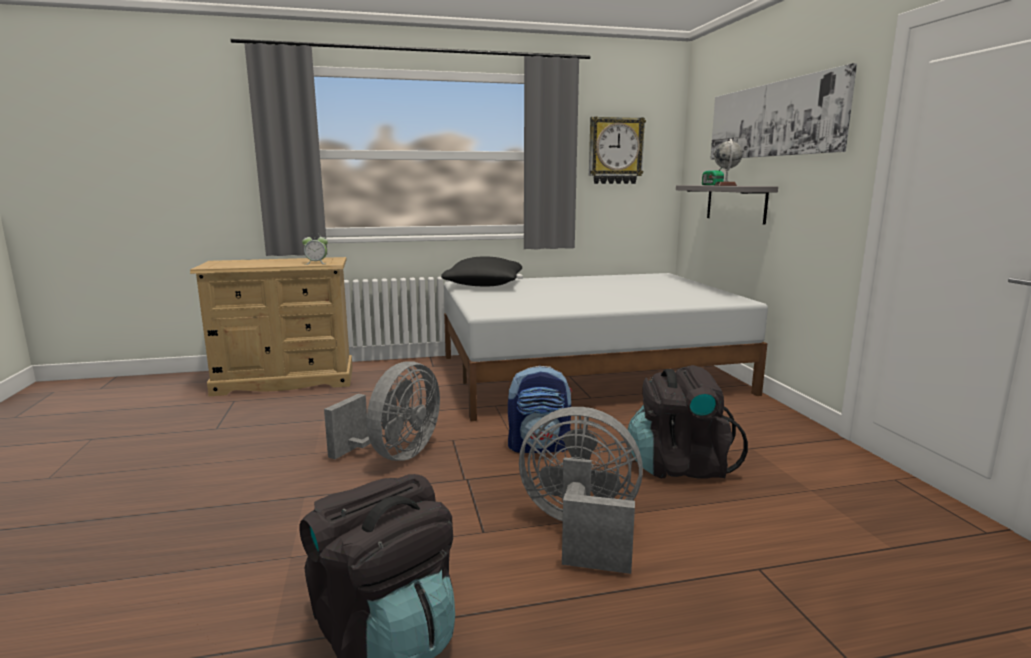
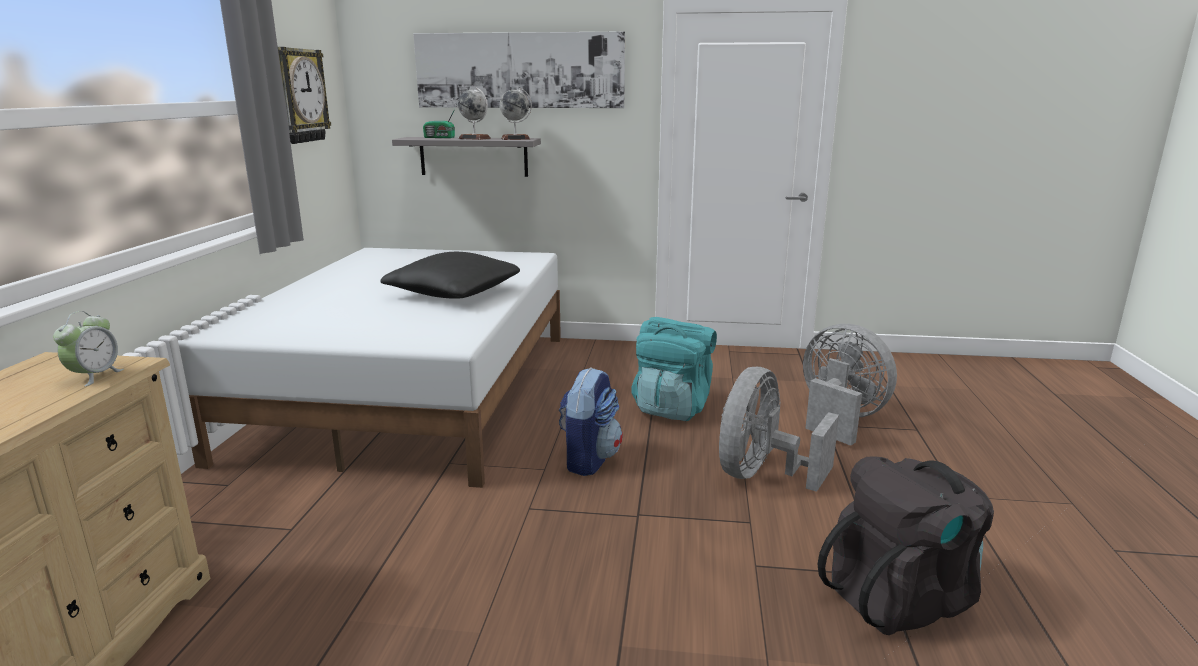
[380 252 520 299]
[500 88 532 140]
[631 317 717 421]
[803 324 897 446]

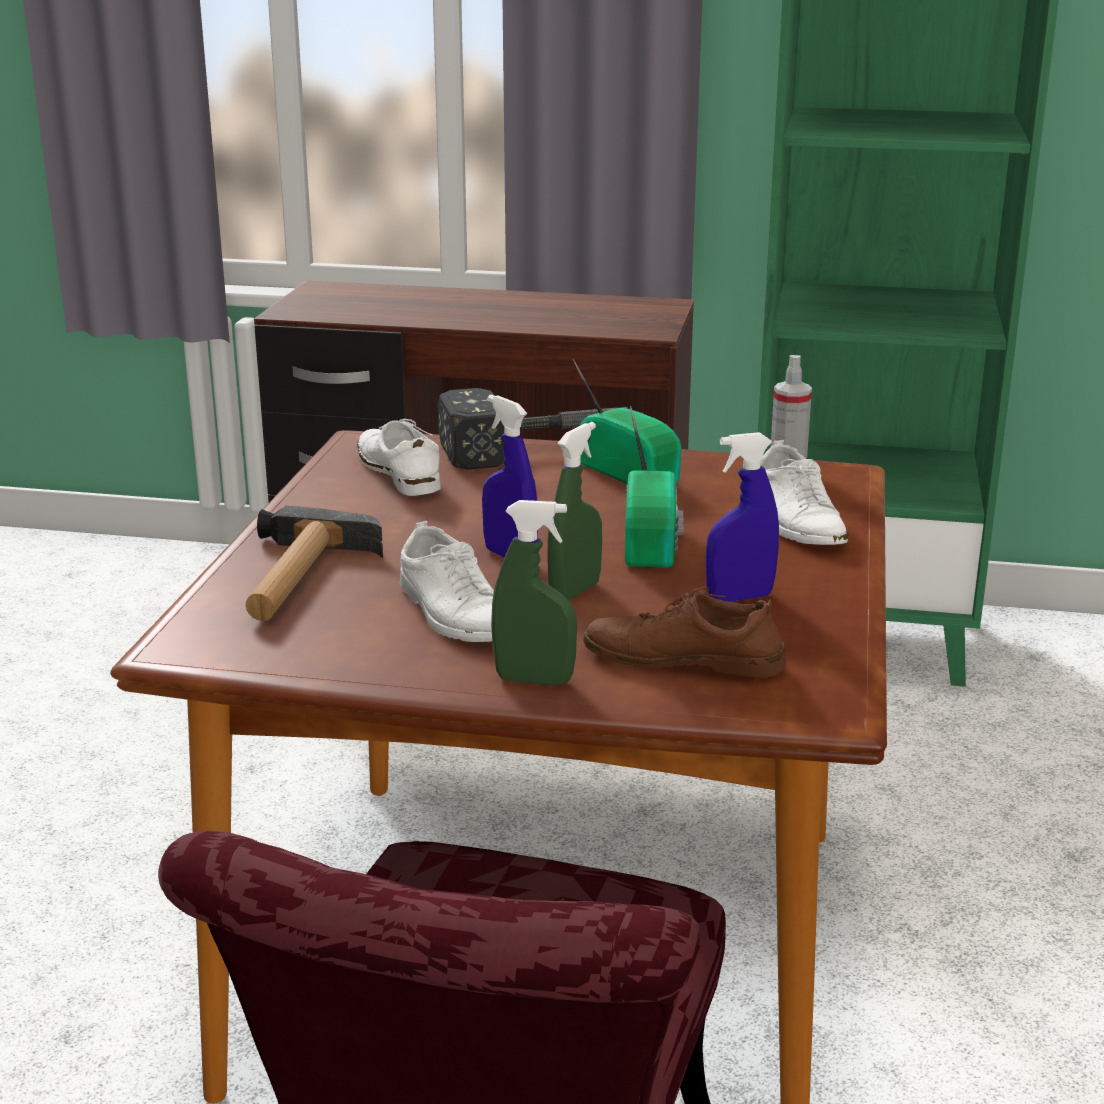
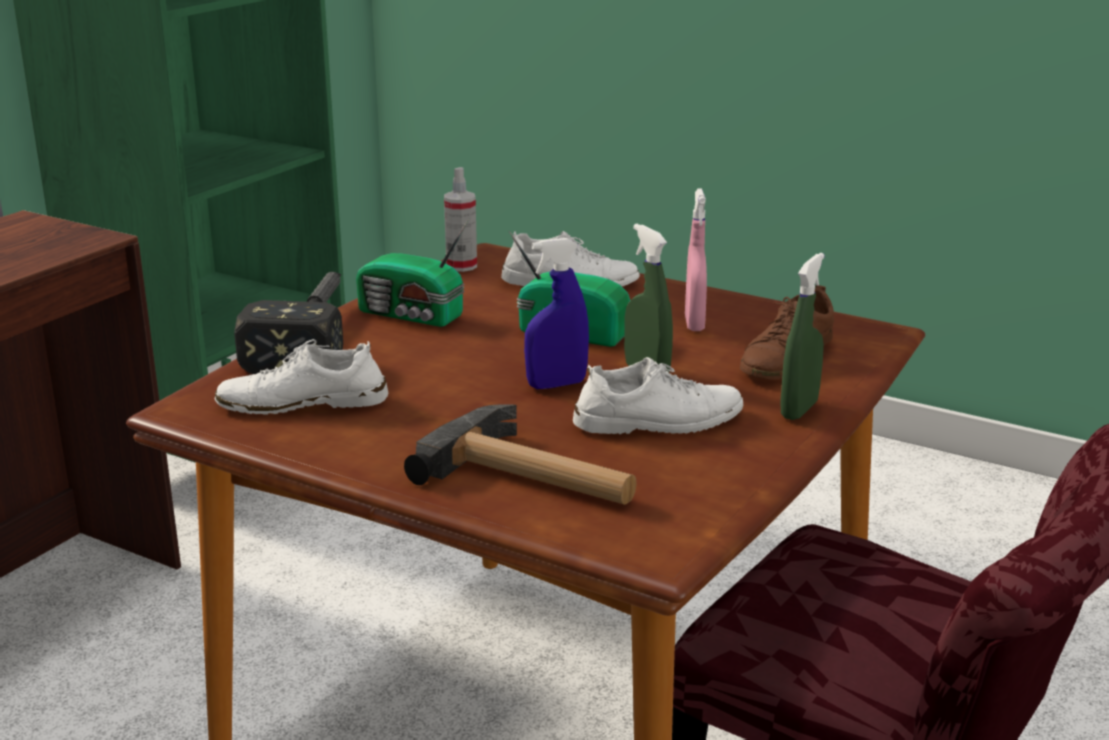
[356 219 469 327]
[685 188 707 331]

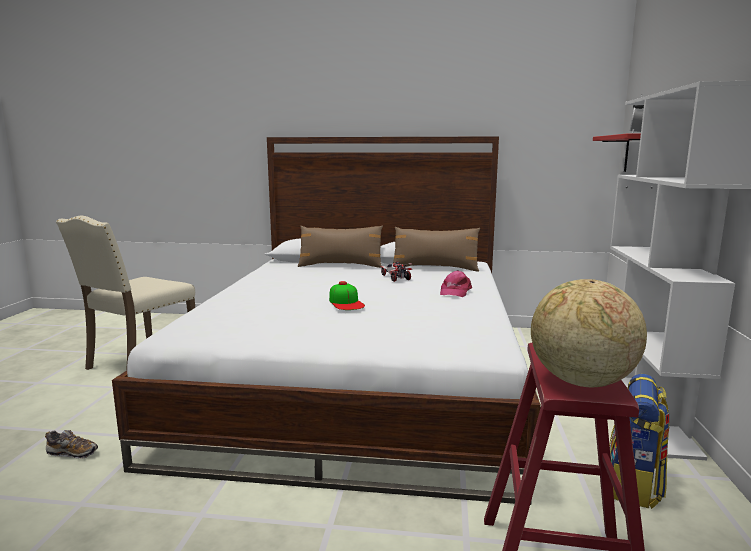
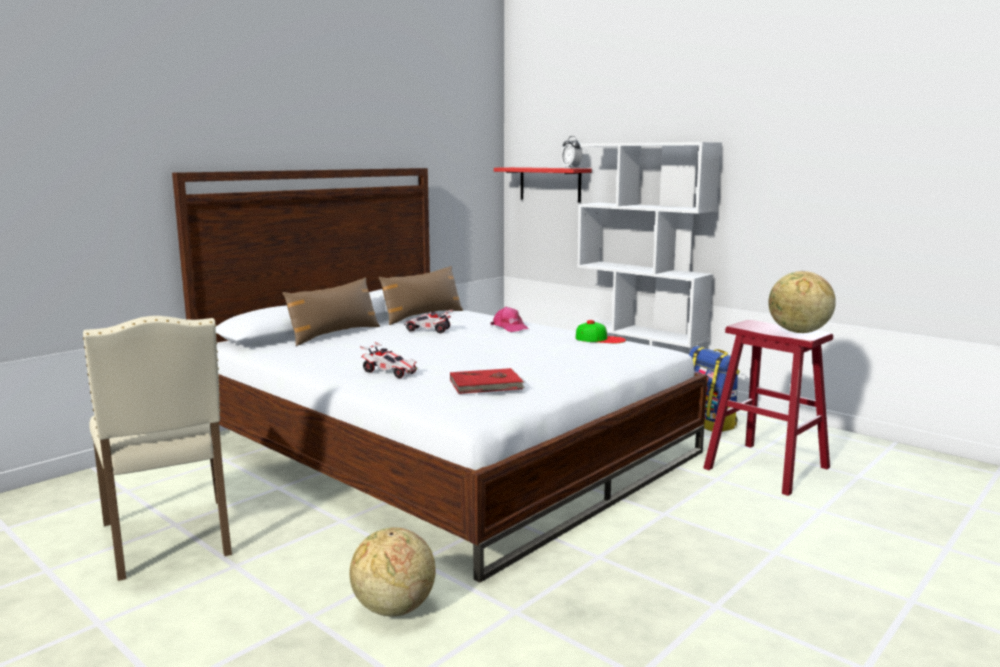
[350 527 436 616]
[360 342 417 378]
[450 368 525 394]
[576 320 626 343]

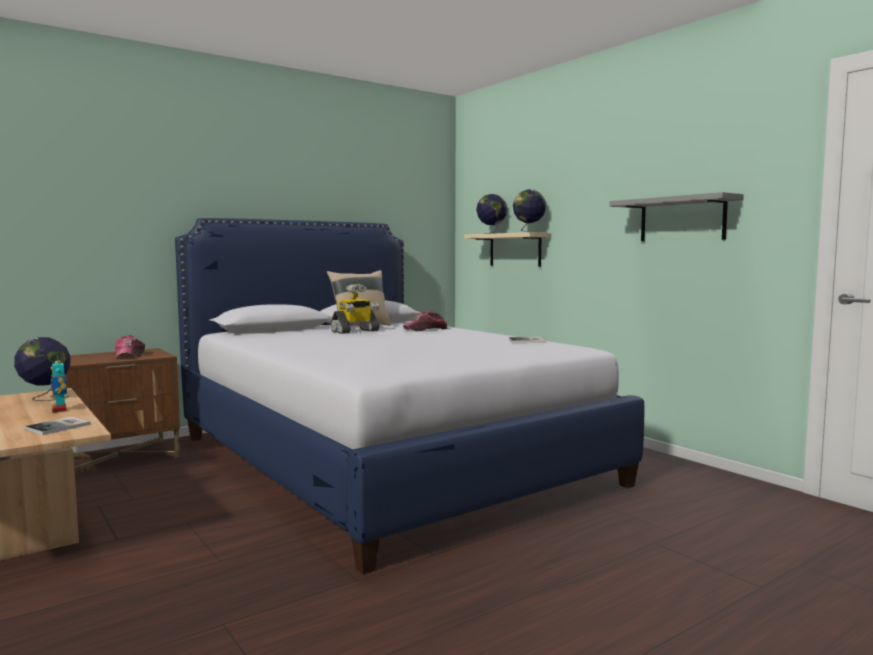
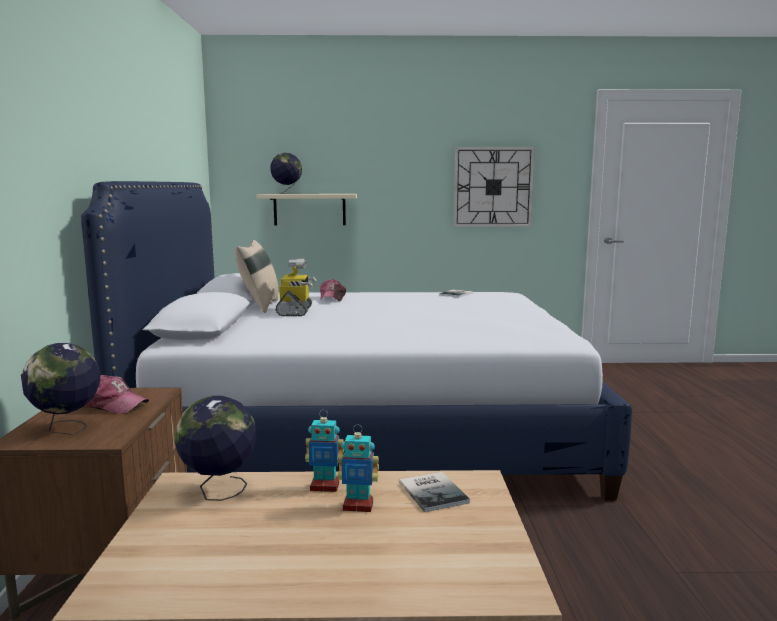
[21 343 100 435]
[338 427 379 512]
[454 147 535 227]

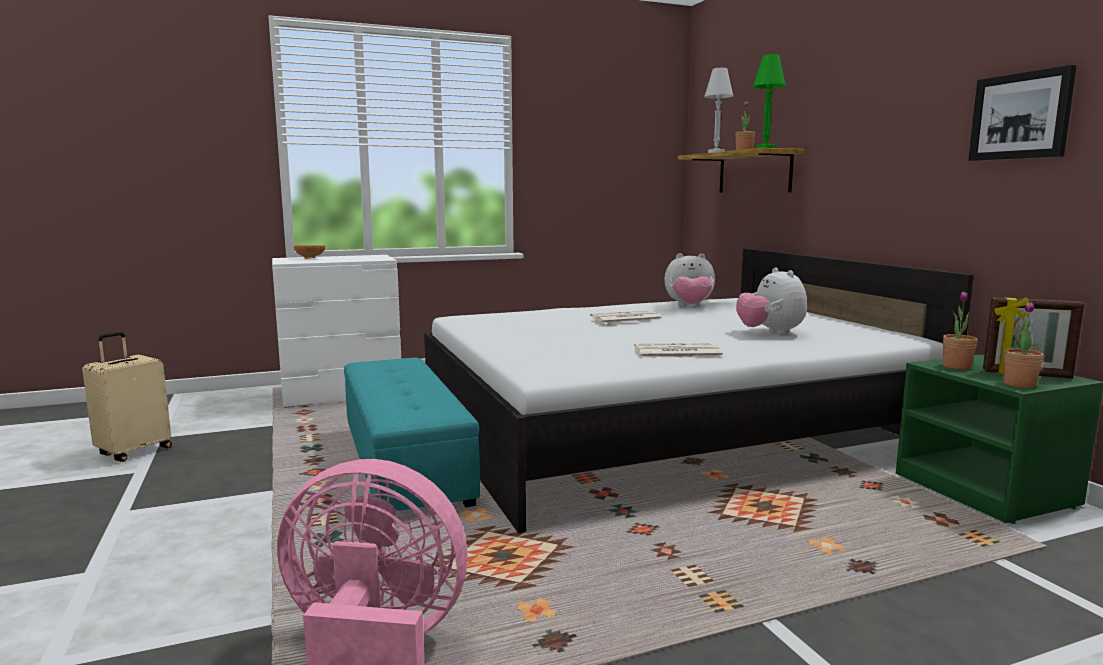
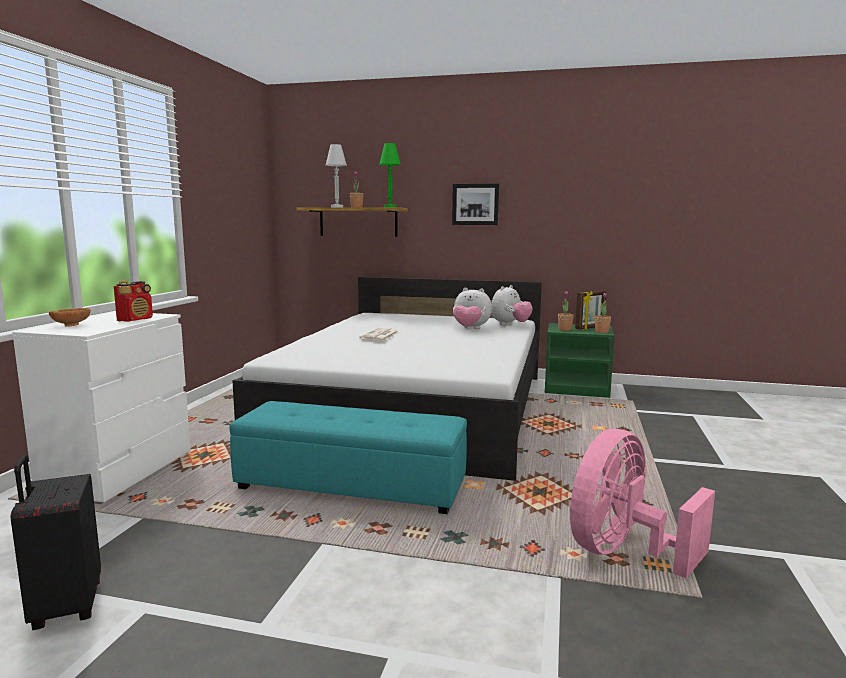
[11 455 101 630]
[114 280 153 322]
[452 184 499 225]
[491 285 533 325]
[634 343 723 358] (first image)

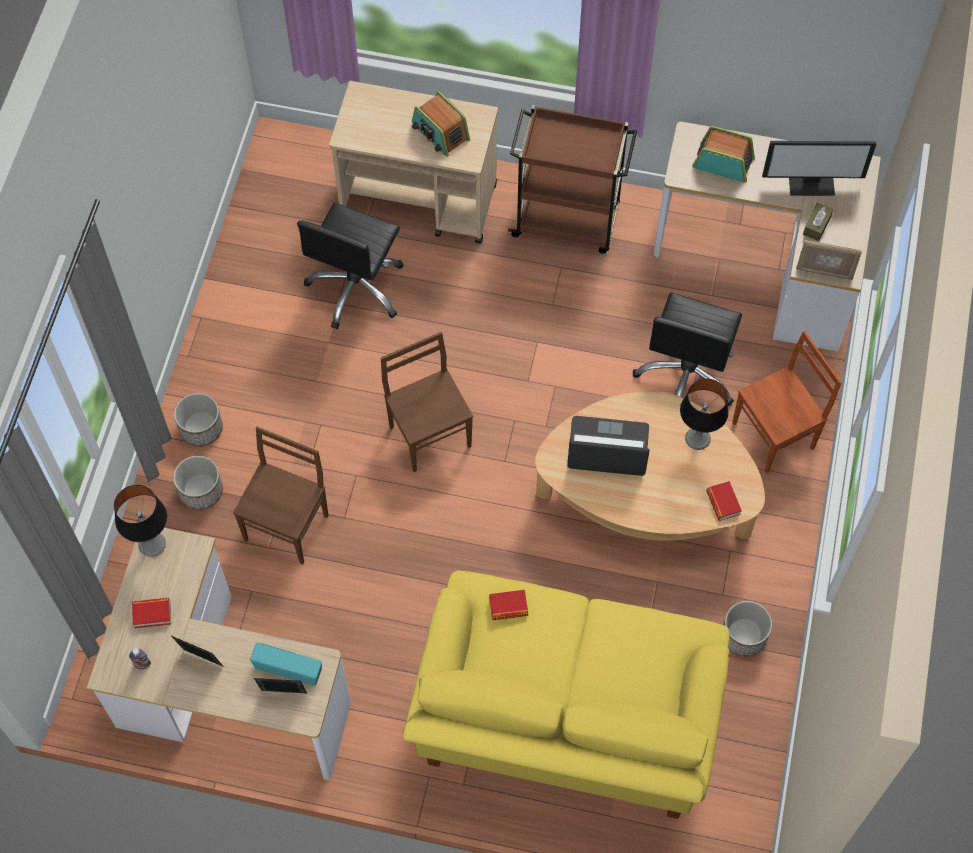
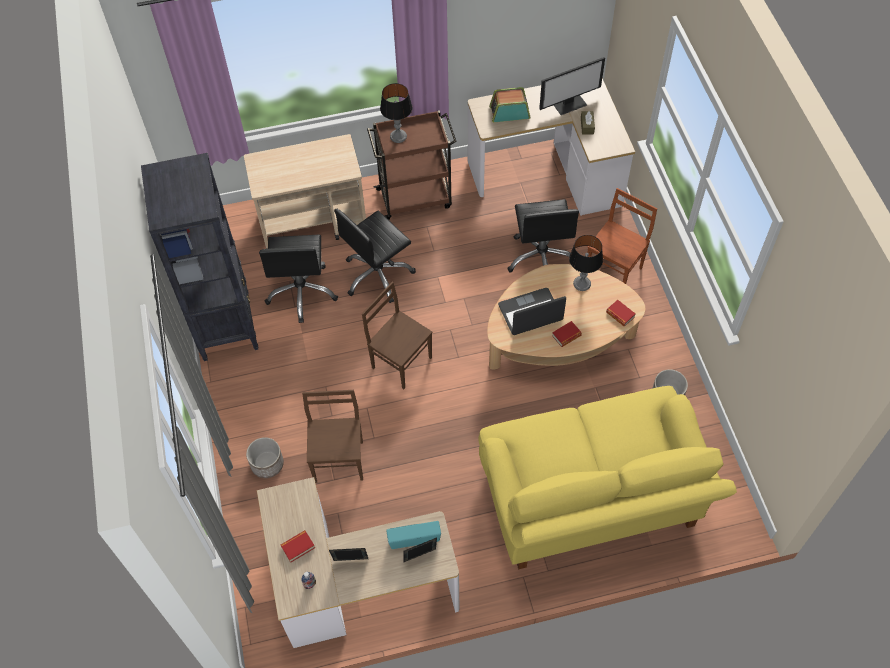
[141 153 259 361]
[334 209 416 303]
[380 83 412 143]
[552 321 582 347]
[174 393 223 447] (first image)
[412 91 470 157] (first image)
[796 240 862 280] (first image)

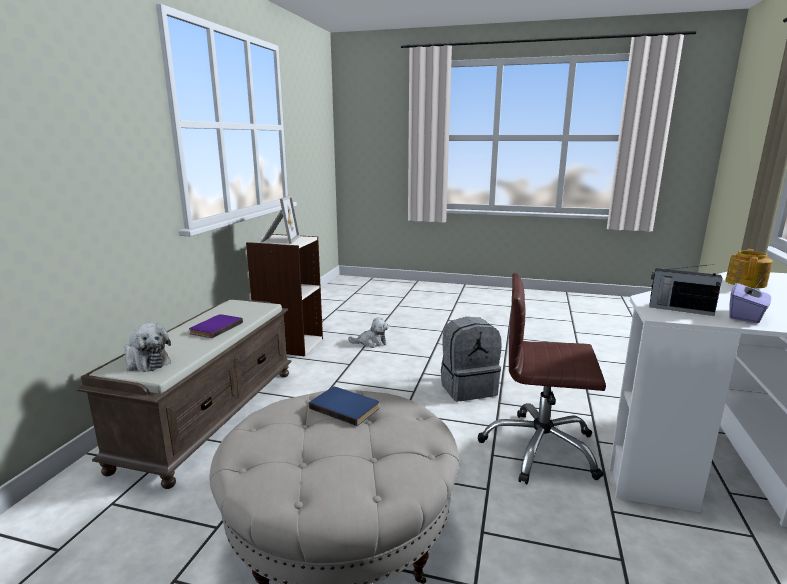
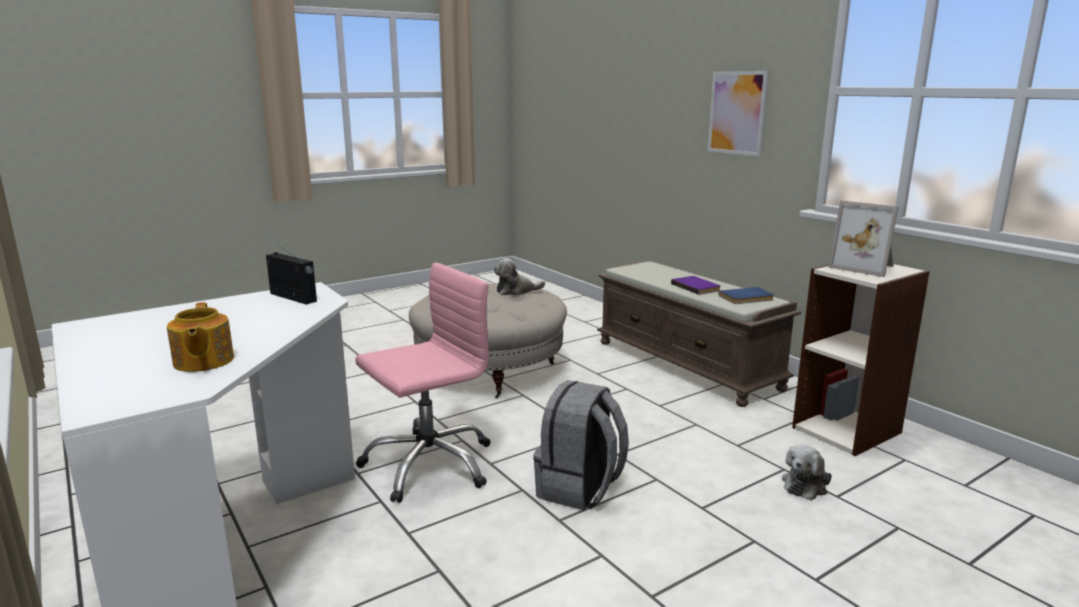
[266 243 317 304]
[355 262 491 503]
[494 258 545 295]
[708 71 768 156]
[719 287 774 304]
[729 282 771 323] (first image)

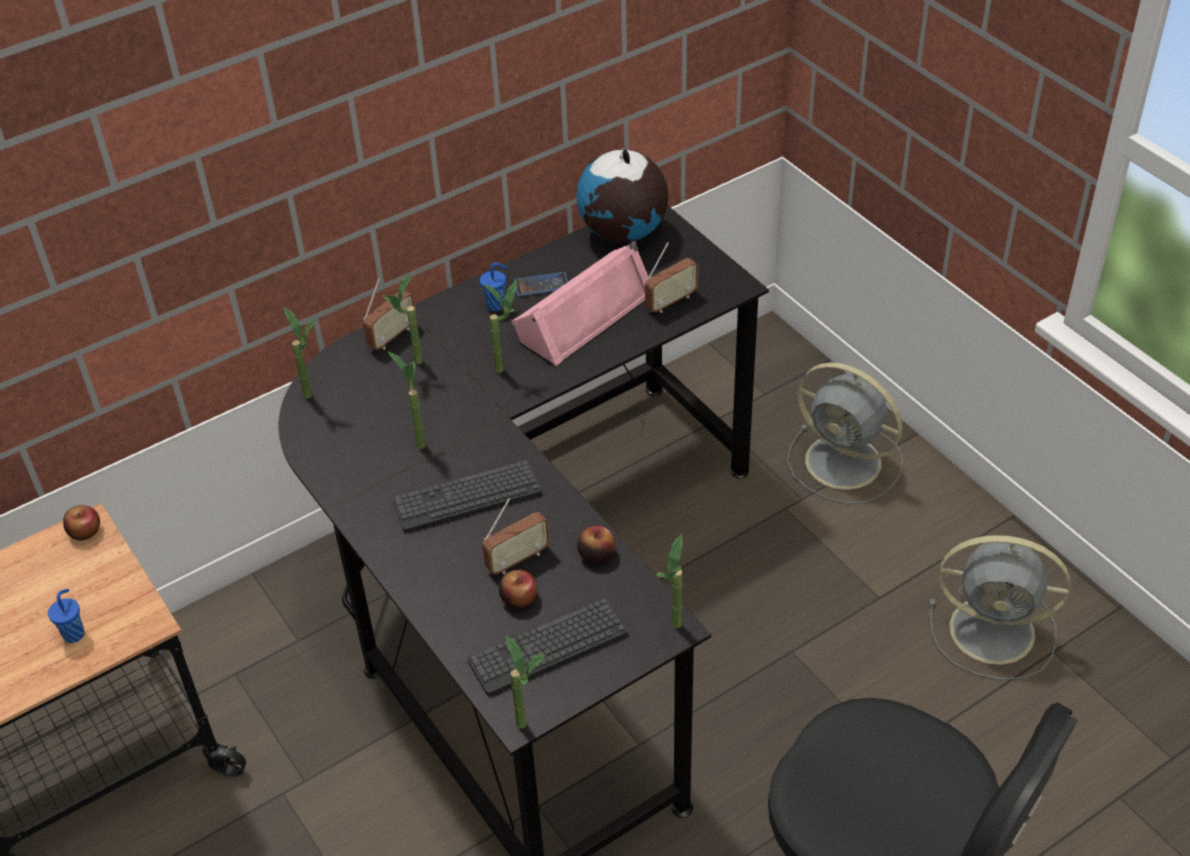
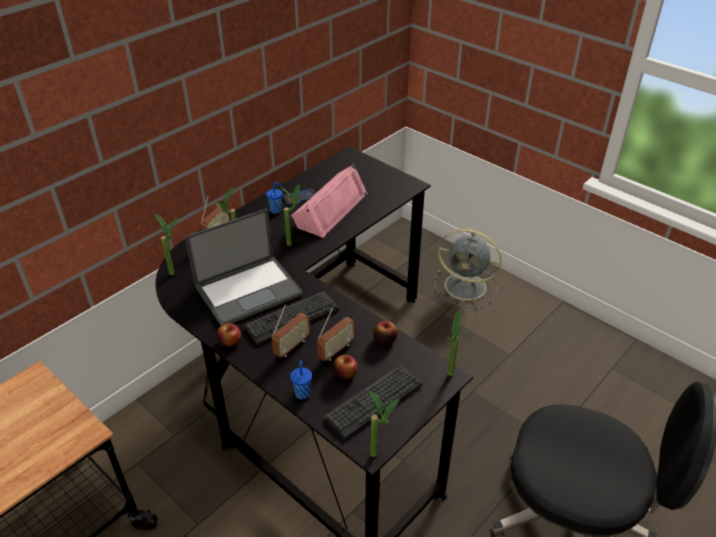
[185 208 303 325]
[216 323 241 347]
[272 305 310 358]
[290 361 312 399]
[576 148 669 242] (first image)
[930 535 1070 680] (first image)

